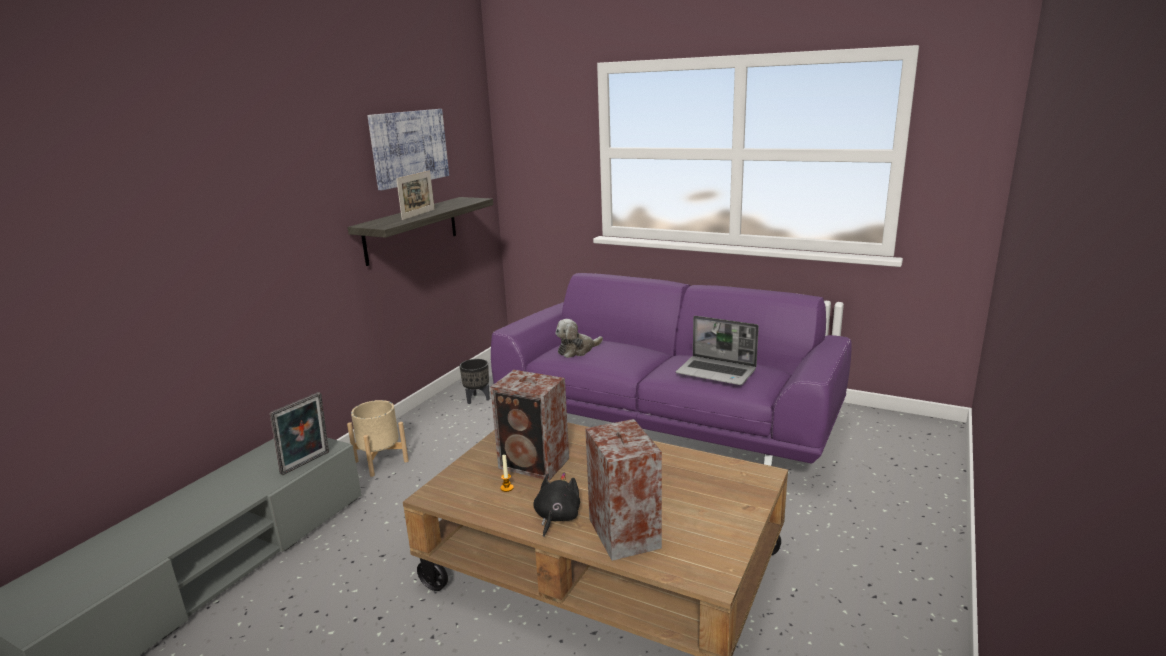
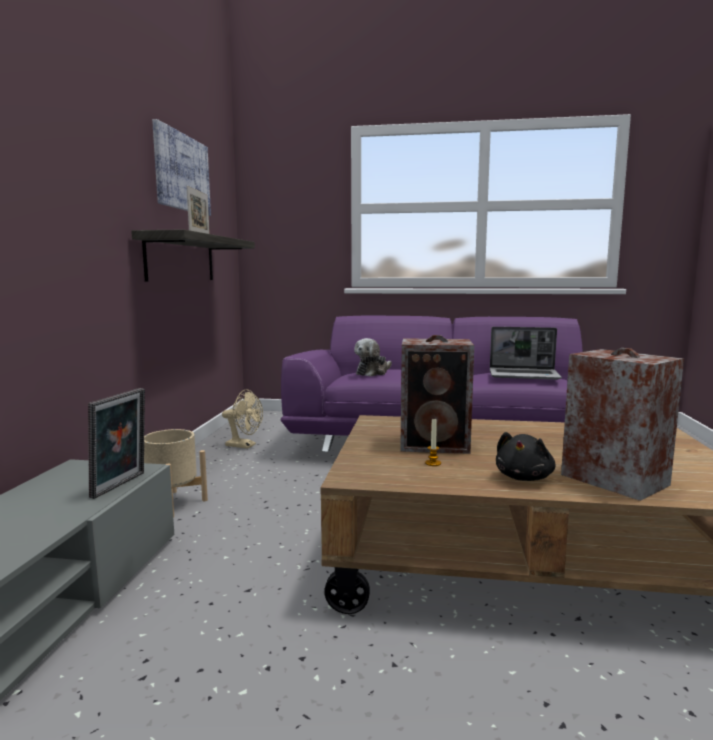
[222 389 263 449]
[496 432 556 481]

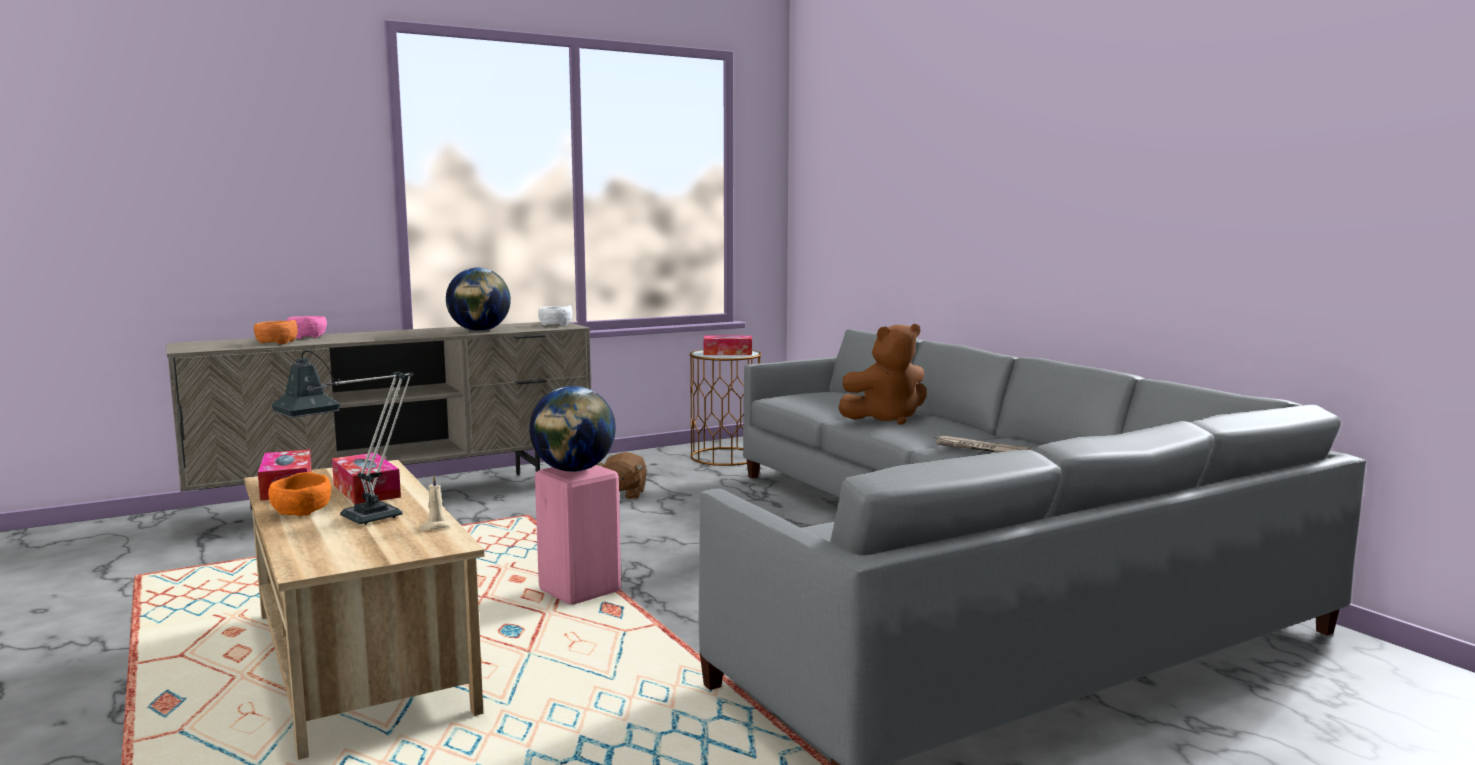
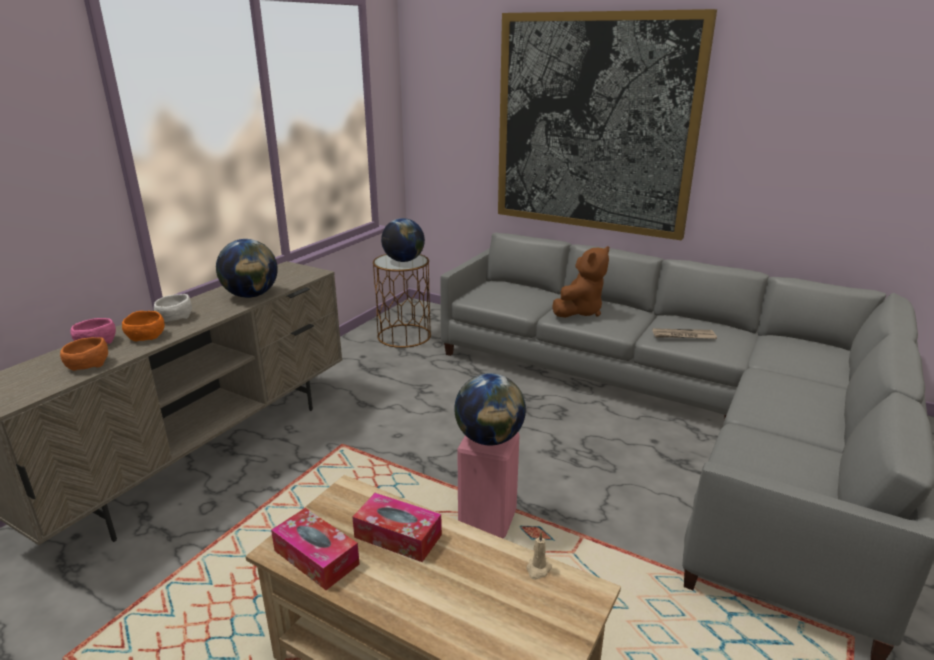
[122 311 165 342]
[154 294 192 322]
[381 218 425 262]
[498 9 717 240]
[271 351 413 525] (first image)
[597 452 647 500] (first image)

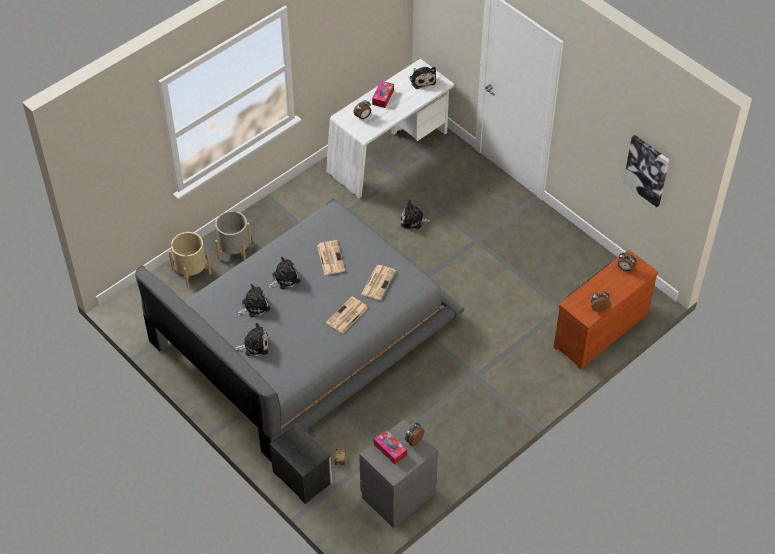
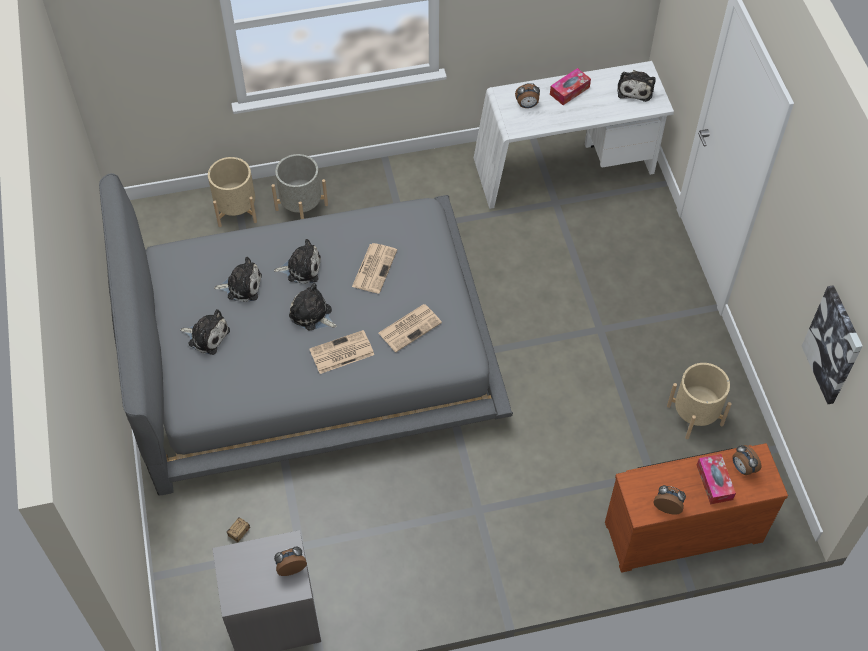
[289 283 337 330]
[667 363 732 439]
[697 454 736 504]
[269 423 332 504] (first image)

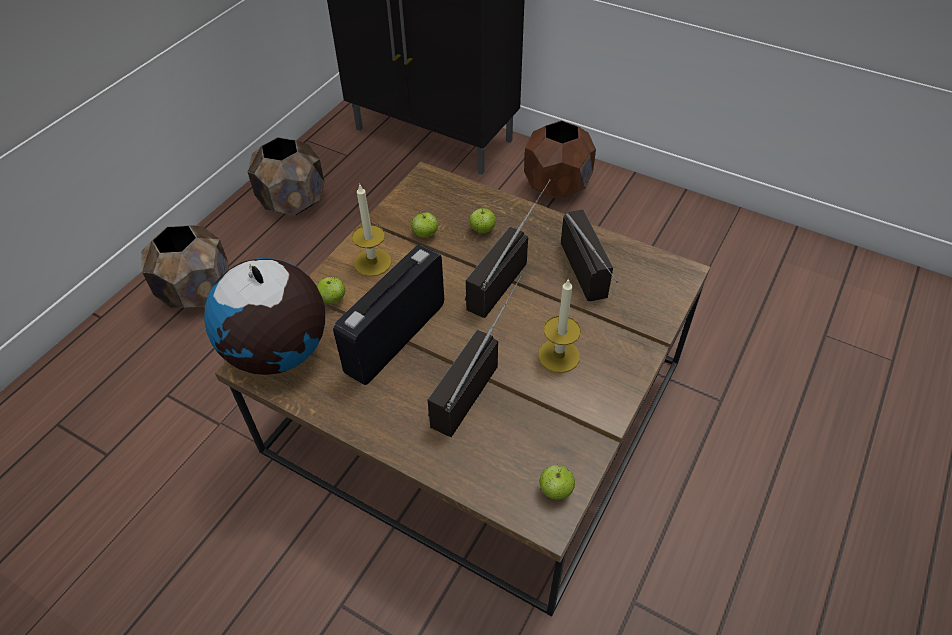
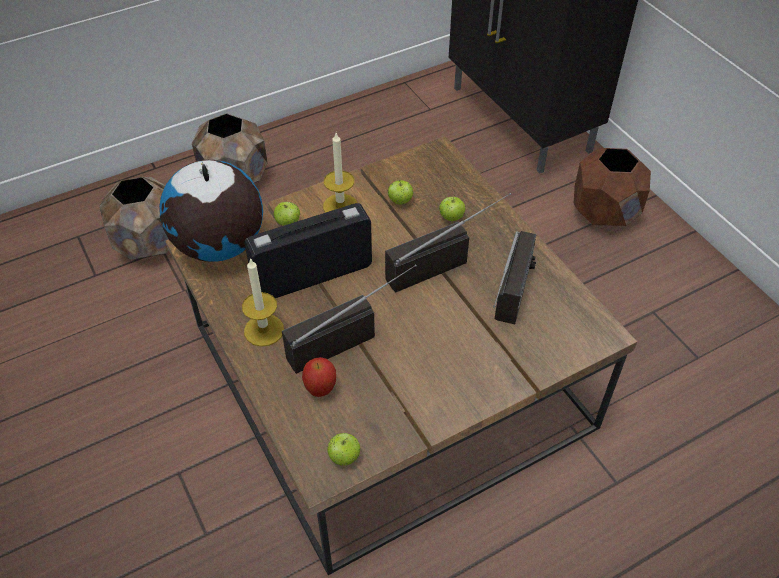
[99 177 169 260]
[242 258 284 347]
[302 357 336 397]

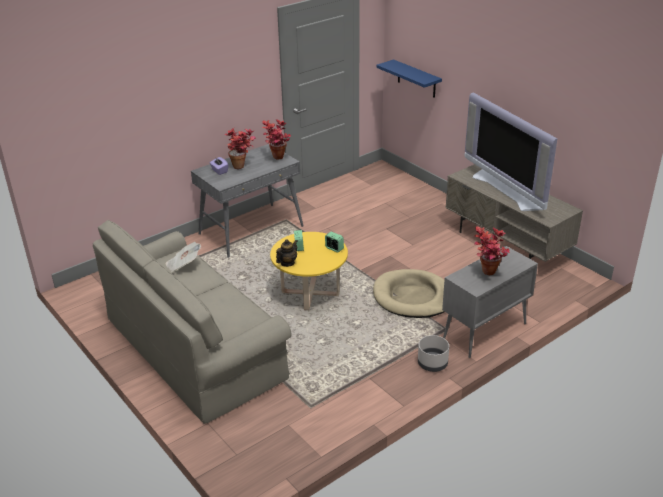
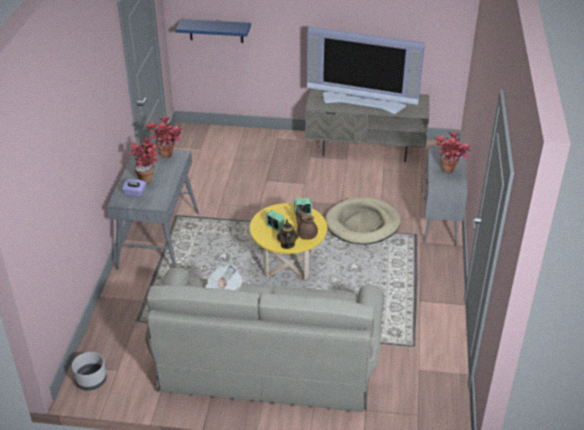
[72 352 107 391]
[296 206 318 240]

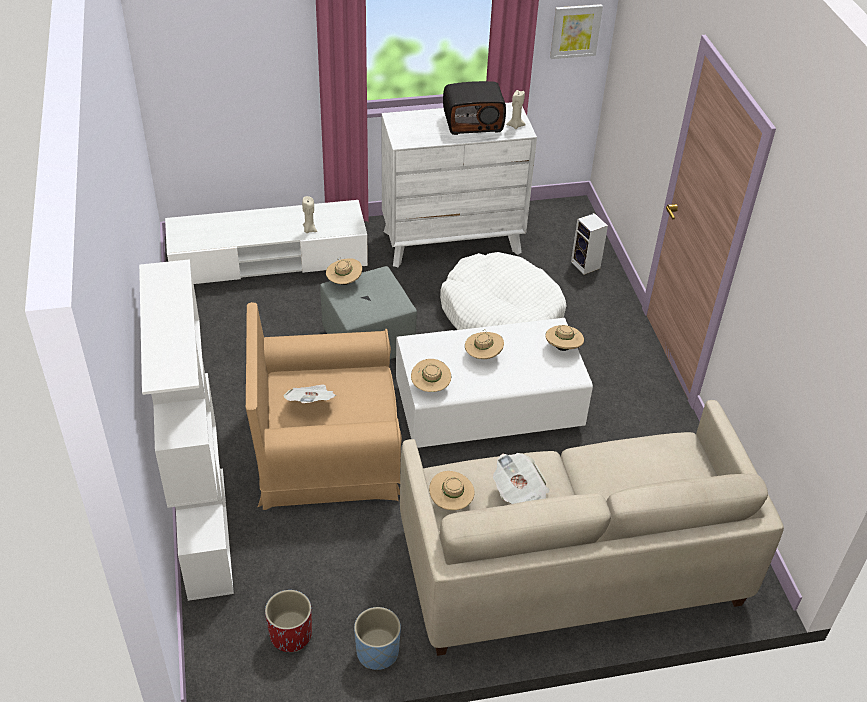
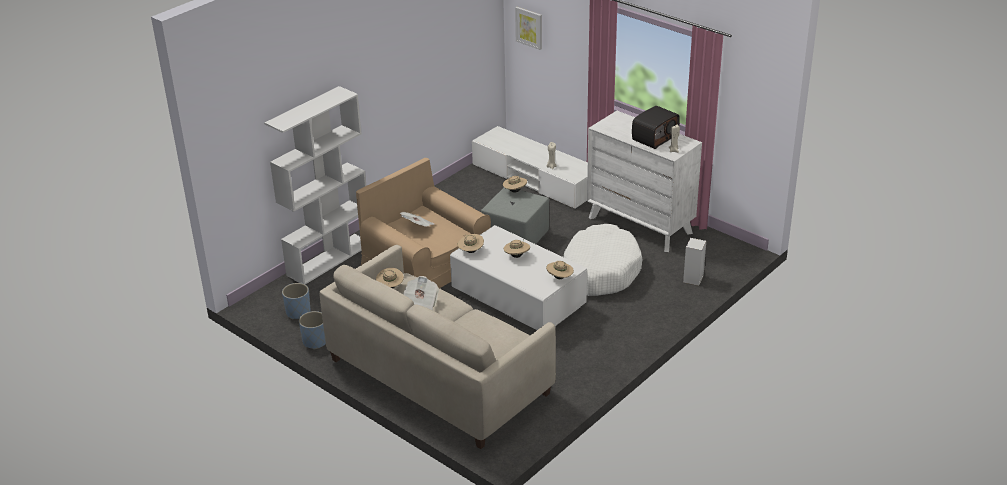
[282 283 311 319]
[515 7 542 50]
[632 106 680 149]

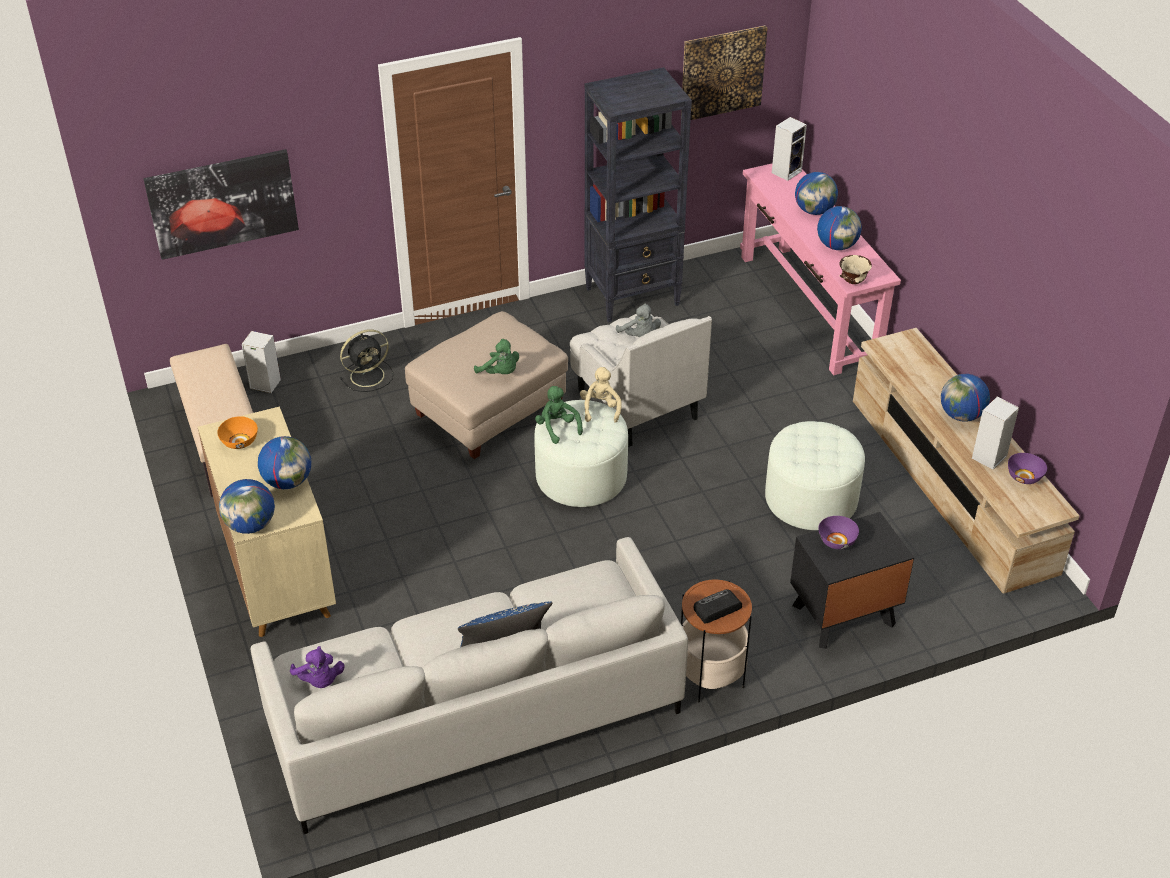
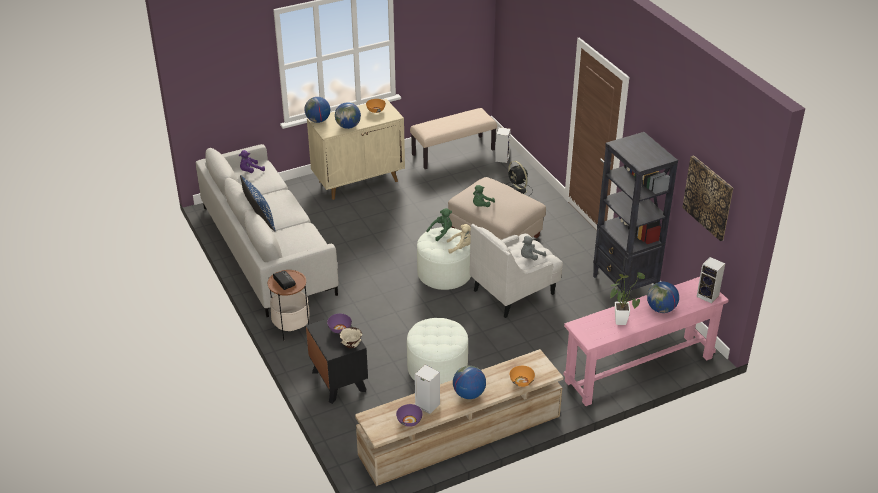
[339 327 362 348]
[510 366 535 387]
[610 272 645 325]
[143 149 299 260] (first image)

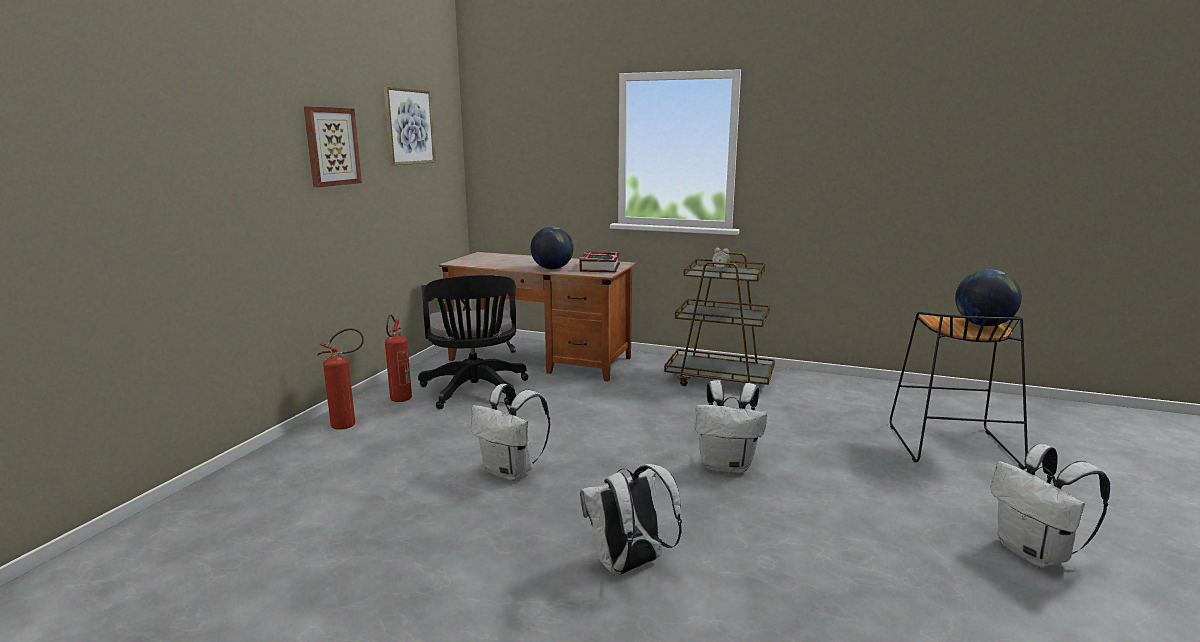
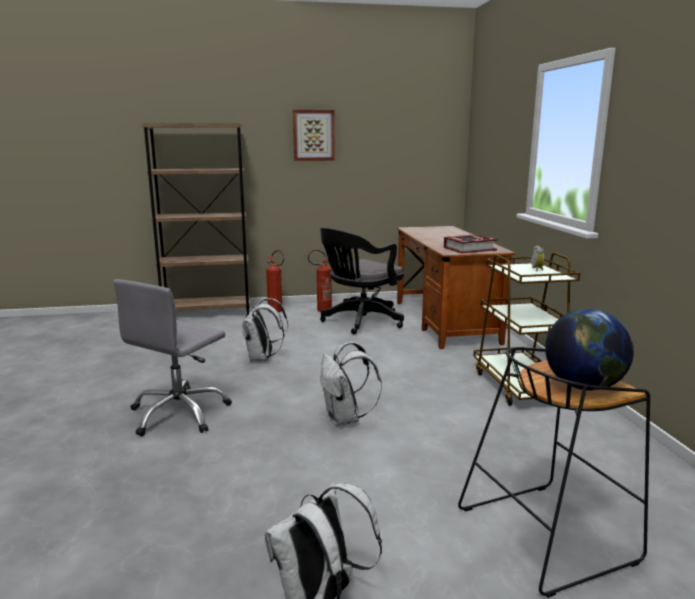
[113 279 232 436]
[141 123 251 317]
[384 87 436 165] (first image)
[530 226 574 269] (first image)

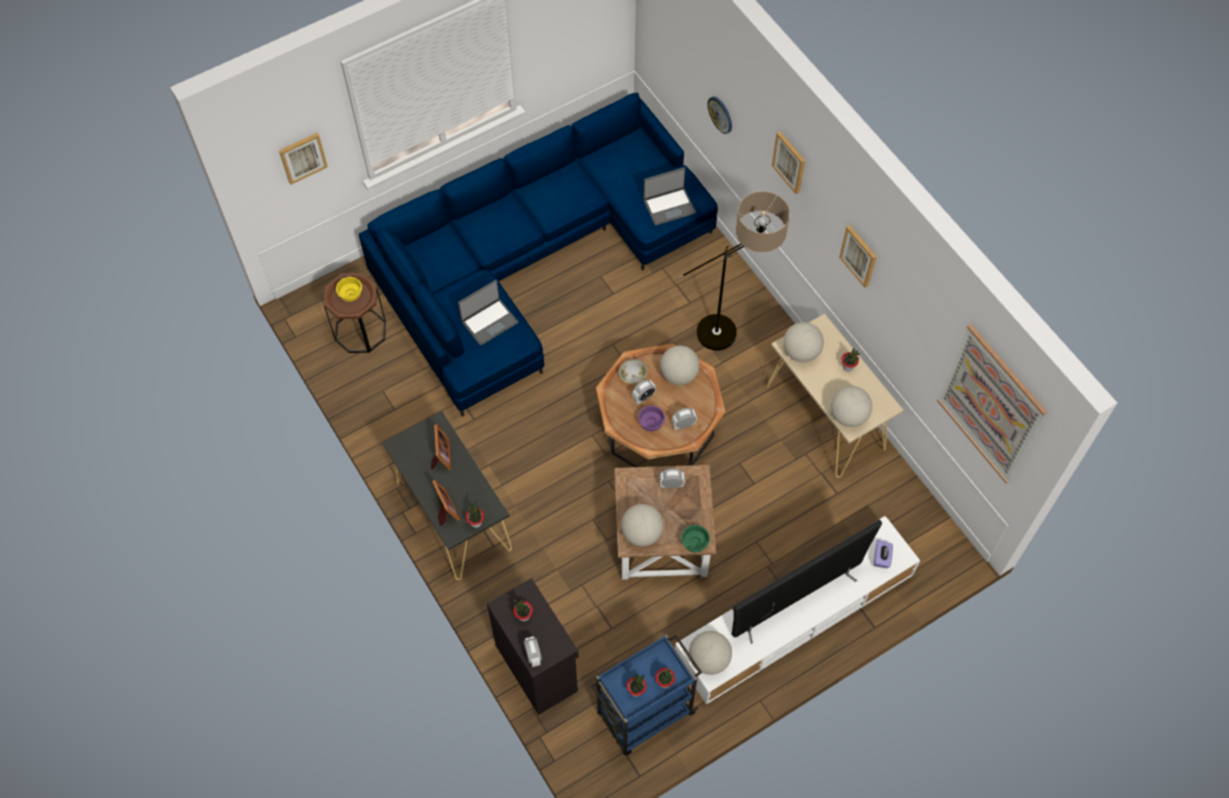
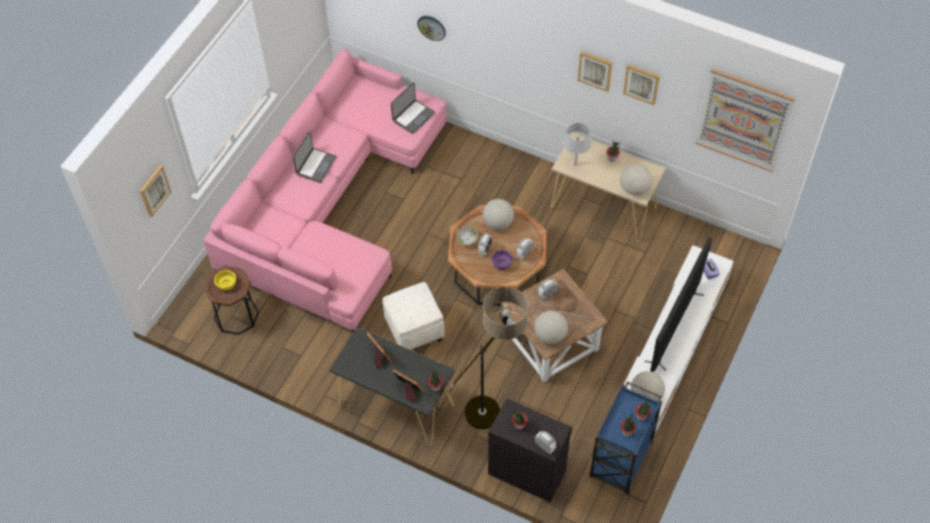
[203 48 447 333]
[293 131 337 183]
[383 282 445 350]
[447 287 528 429]
[563 123 592 166]
[623 64 660 105]
[681 525 710 553] (first image)

